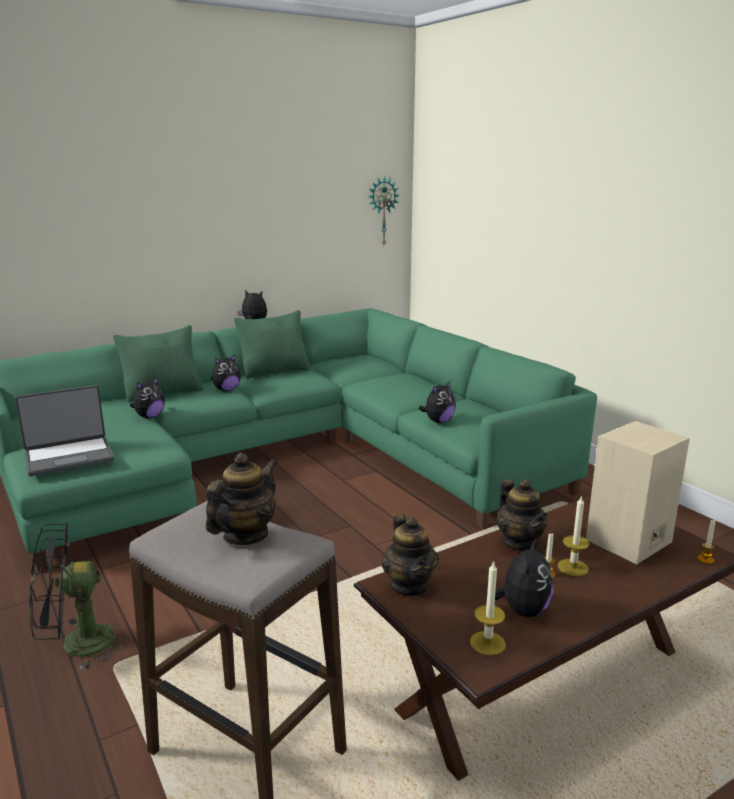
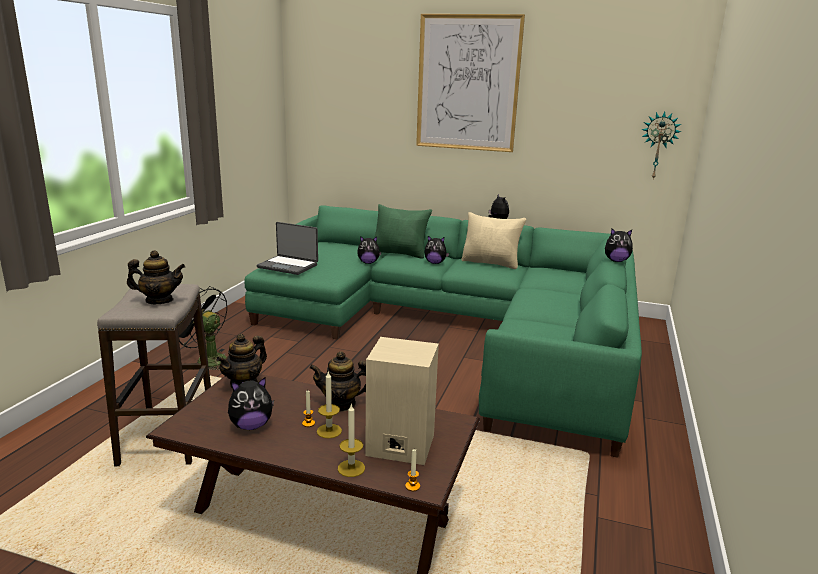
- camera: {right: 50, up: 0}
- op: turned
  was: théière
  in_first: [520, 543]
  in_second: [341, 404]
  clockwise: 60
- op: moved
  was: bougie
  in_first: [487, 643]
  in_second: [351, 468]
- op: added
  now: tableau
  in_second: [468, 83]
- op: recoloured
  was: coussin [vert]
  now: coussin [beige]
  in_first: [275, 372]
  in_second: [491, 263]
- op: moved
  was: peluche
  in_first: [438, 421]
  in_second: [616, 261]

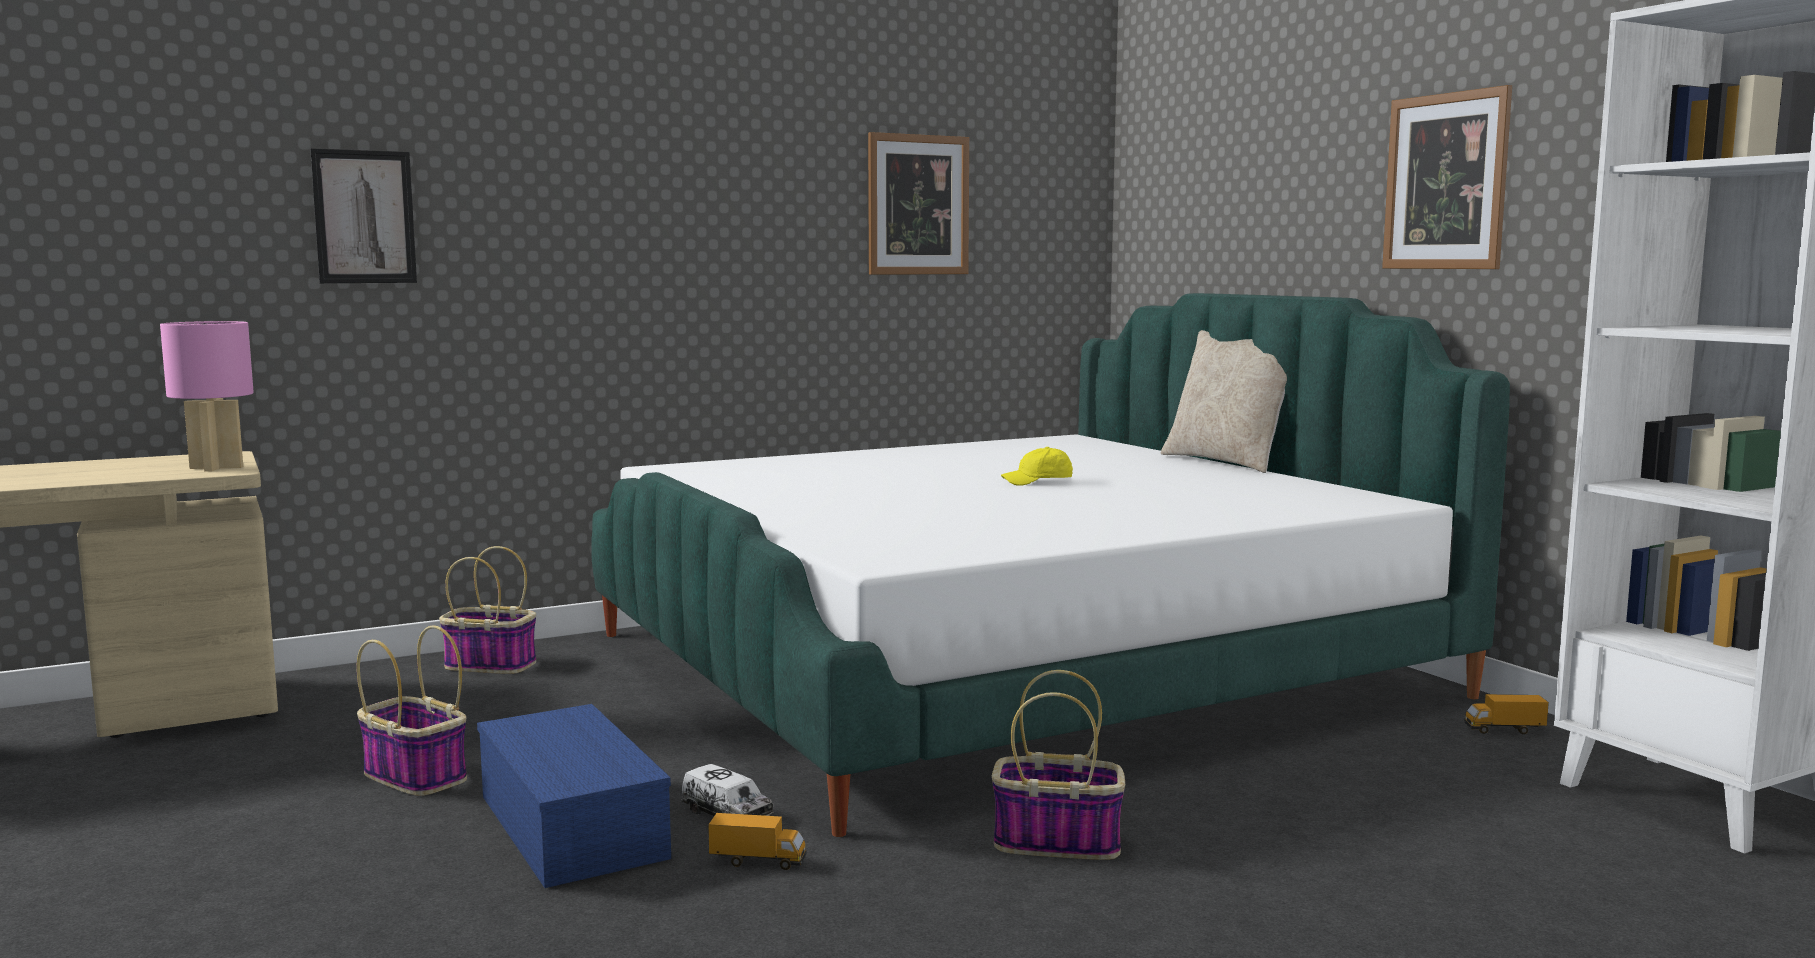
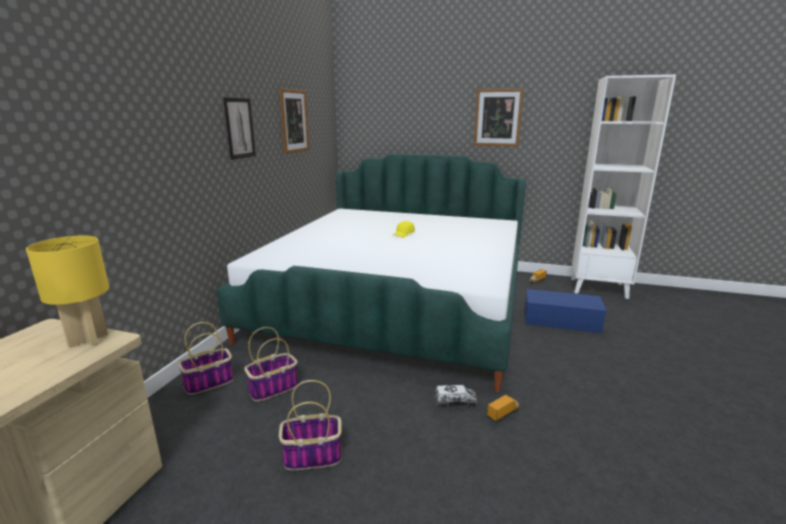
- camera: {right: -45, up: 10}
- op: recoloured
  was: lampe de table [rose]
  now: lampe de table [jaune]
  in_first: [215, 468]
  in_second: [87, 340]
- op: moved
  was: tableau
  in_first: [364, 217]
  in_second: [239, 128]
- op: moved
  was: panier
  in_first: [1059, 842]
  in_second: [274, 388]
- op: moved
  was: boîte de rangement [bleu]
  in_first: [575, 827]
  in_second: [562, 320]
- op: removed
  was: coussin [beige]
  in_first: [1228, 462]

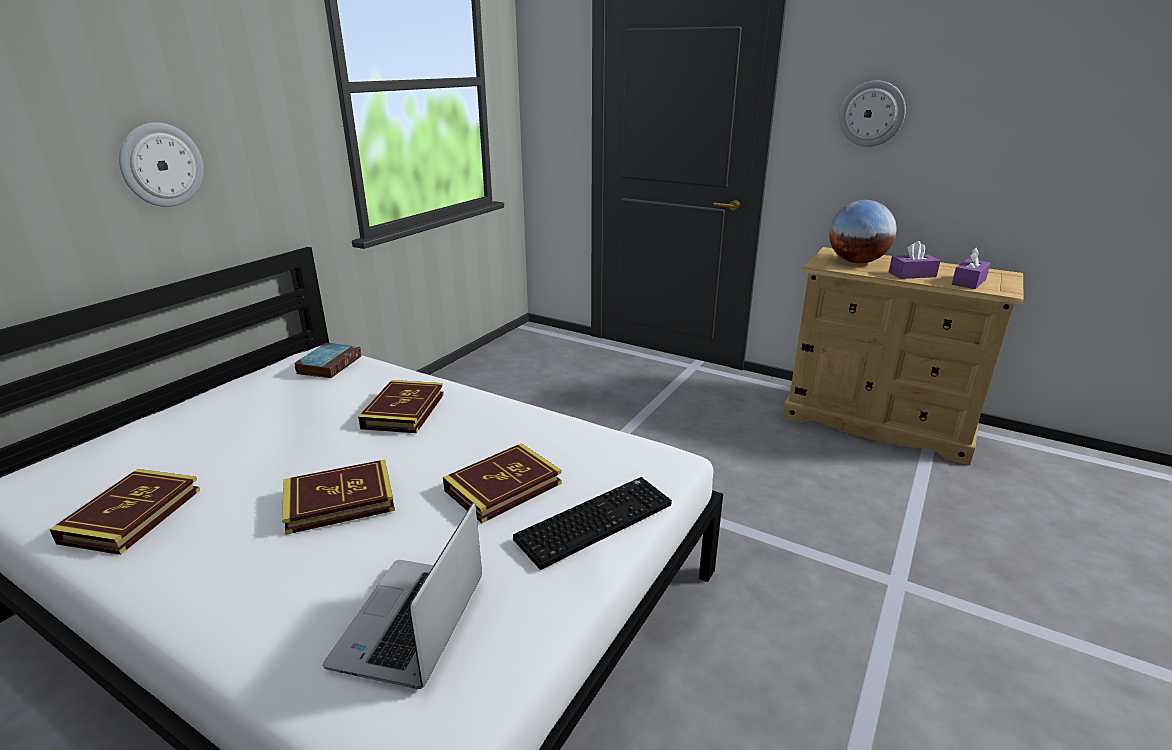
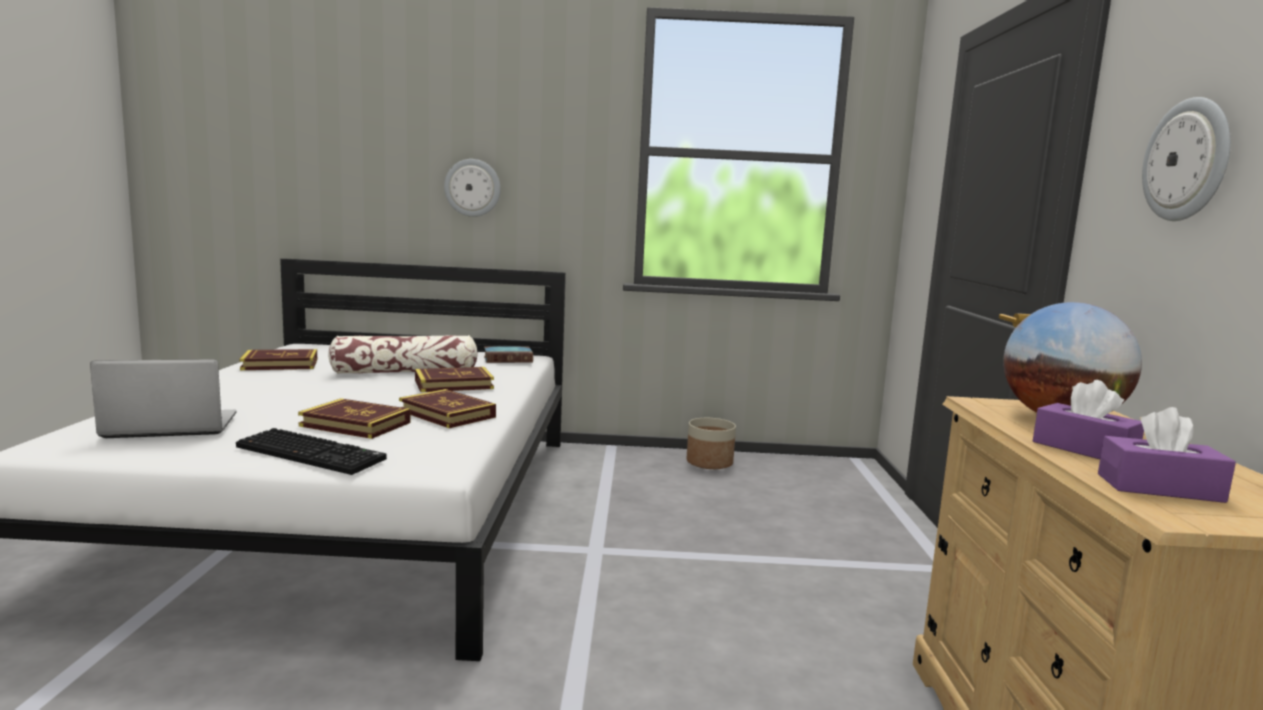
- camera: {right: 60, up: -15}
- op: added
  now: coussin
  in_second: [405, 372]
- op: moved
  was: livre
  in_first: [339, 501]
  in_second: [447, 414]
- op: added
  now: cache-pot
  in_second: [710, 462]

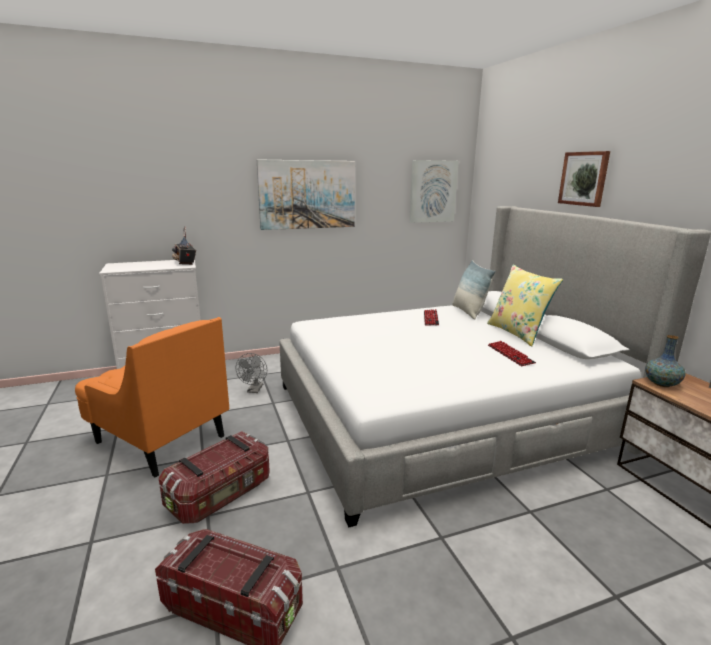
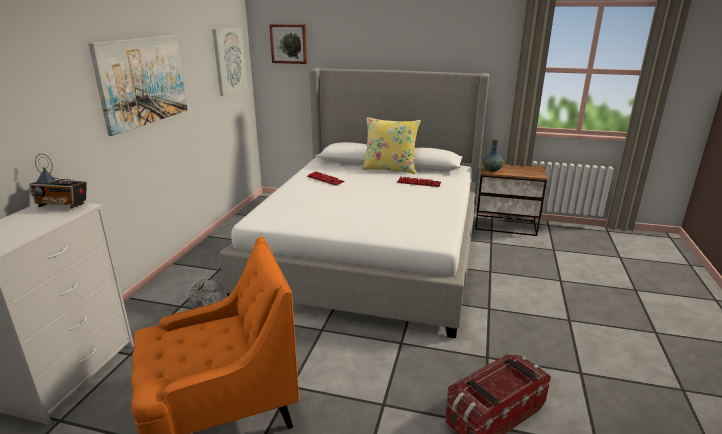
- camera: {right: -55, up: 5}
- op: moved
  was: tableau
  in_first: [584, 178]
  in_second: [289, 44]
- op: removed
  was: boîte de rangement
  in_first: [221, 495]
- op: removed
  was: coussin
  in_first: [469, 312]

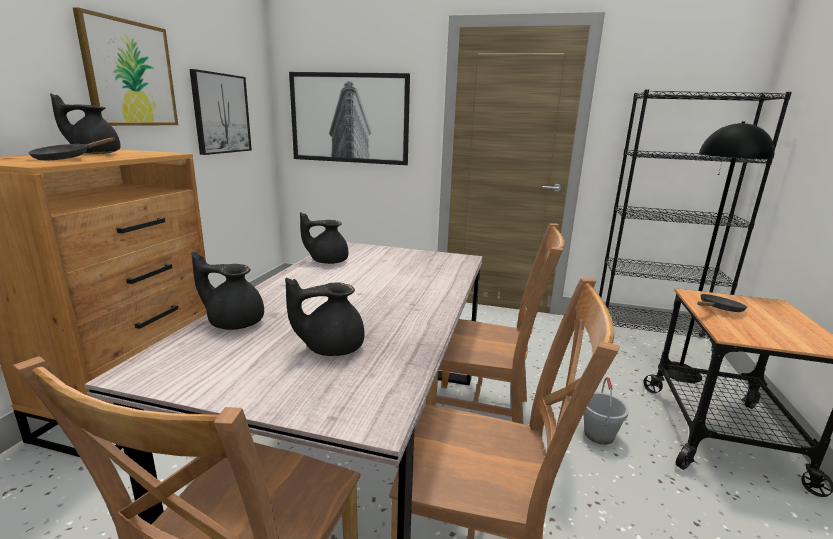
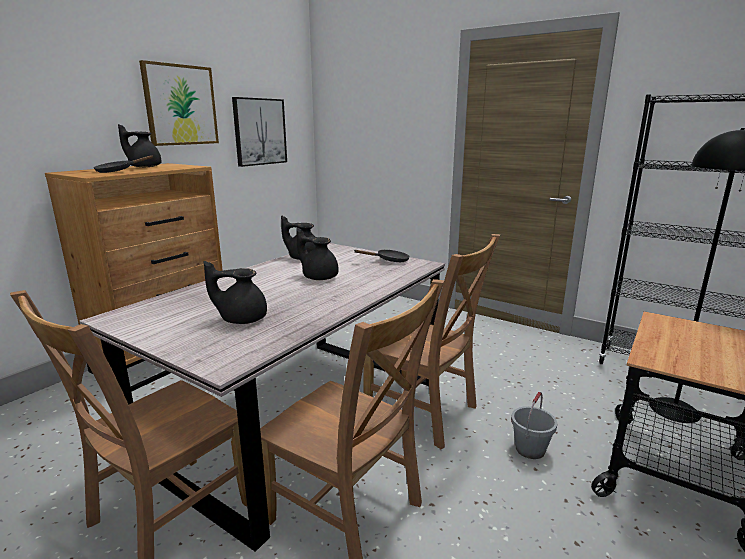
- camera: {right: 20, up: 0}
- op: moved
  was: théière [noir]
  in_first: [234, 322]
  in_second: [319, 277]
- op: moved
  was: poêle [noir]
  in_first: [718, 309]
  in_second: [389, 260]
- op: removed
  was: tableau
  in_first: [349, 118]

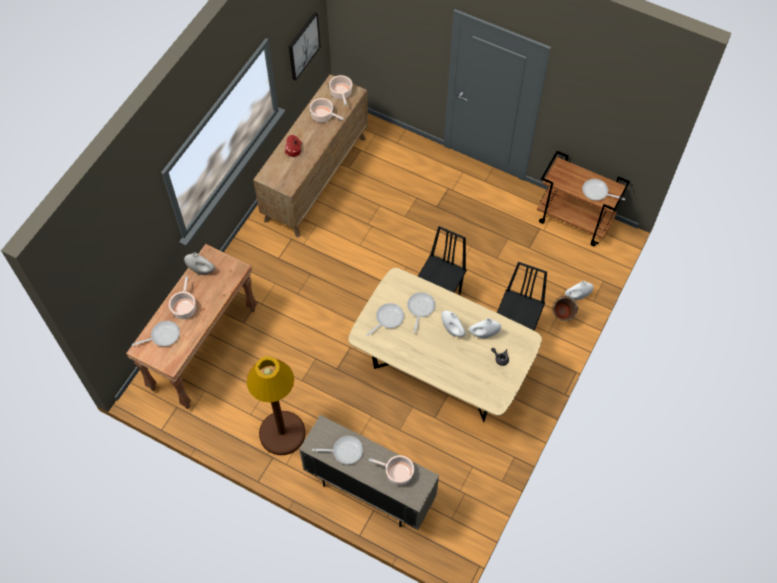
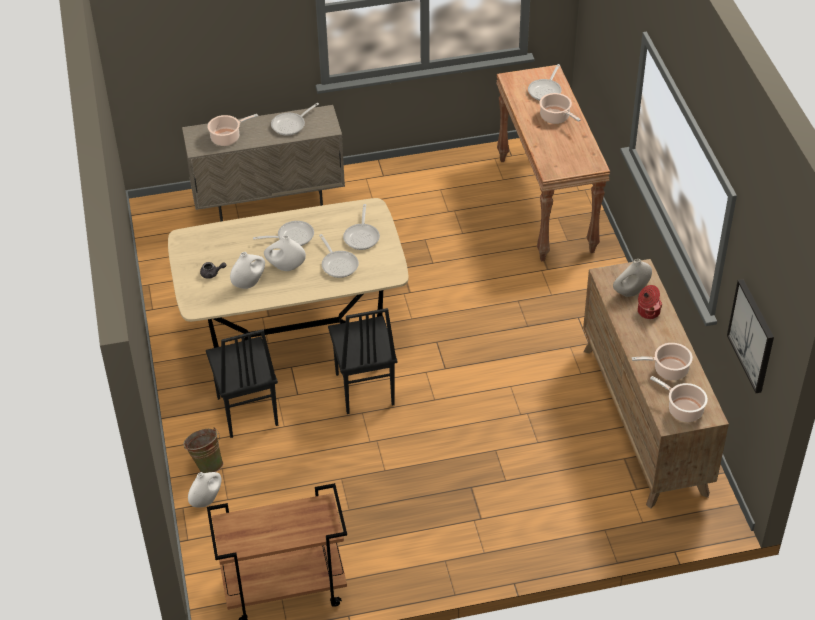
- camera: {right: 140, up: -15}
- op: moved
  was: poêle
  in_first: [597, 192]
  in_second: [292, 236]
- op: moved
  was: vase [blanc]
  in_first: [201, 270]
  in_second: [630, 292]
- op: removed
  was: lampadaire [marron]
  in_first: [282, 433]

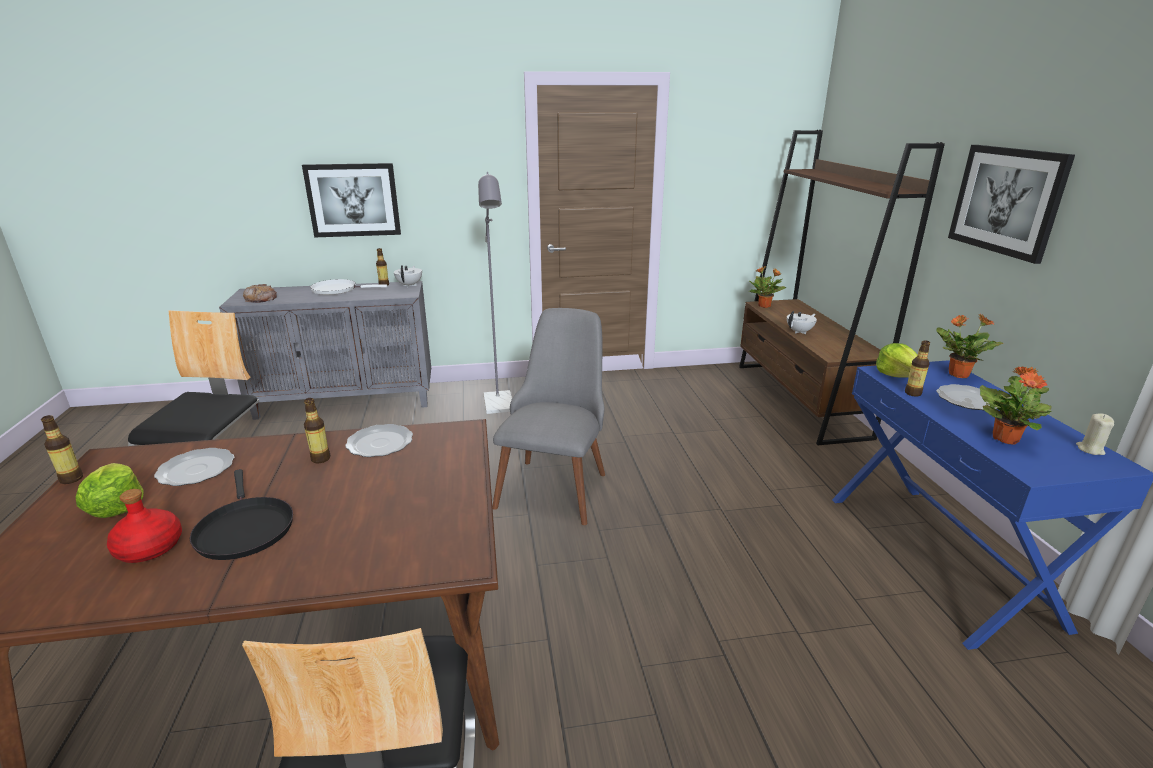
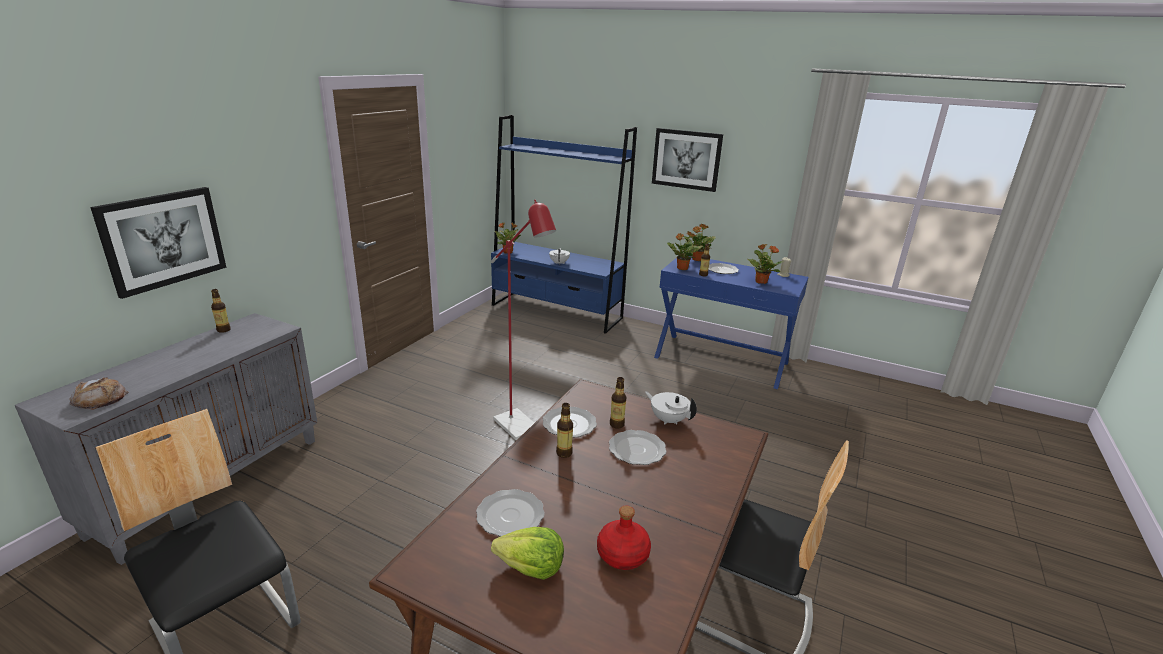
- camera: {right: -55, up: 0}
- op: recoloured
  was: bibliothèque [marron]
  now: bibliothèque [bleu]
  in_first: [799, 399]
  in_second: [556, 311]
- op: replaced
  was: chaise [gris]
  now: lampadaire [rouge]
  in_first: [556, 482]
  in_second: [521, 429]
- op: added
  now: assiette
  in_second: [637, 450]
- op: moved
  was: bouteille
  in_first: [71, 479]
  in_second: [617, 424]
- op: moved
  was: théière [blanc]
  in_first: [410, 285]
  in_second: [668, 420]
- op: replaced
  was: laitue
  now: plante en pot
  in_first: [897, 375]
  in_second: [682, 268]
- op: removed
  was: poêle [noir]
  in_first: [244, 529]
- op: removed
  was: poêle [blanc]
  in_first: [337, 290]
- op: removed
  was: lampadaire [gris]
  in_first: [499, 407]

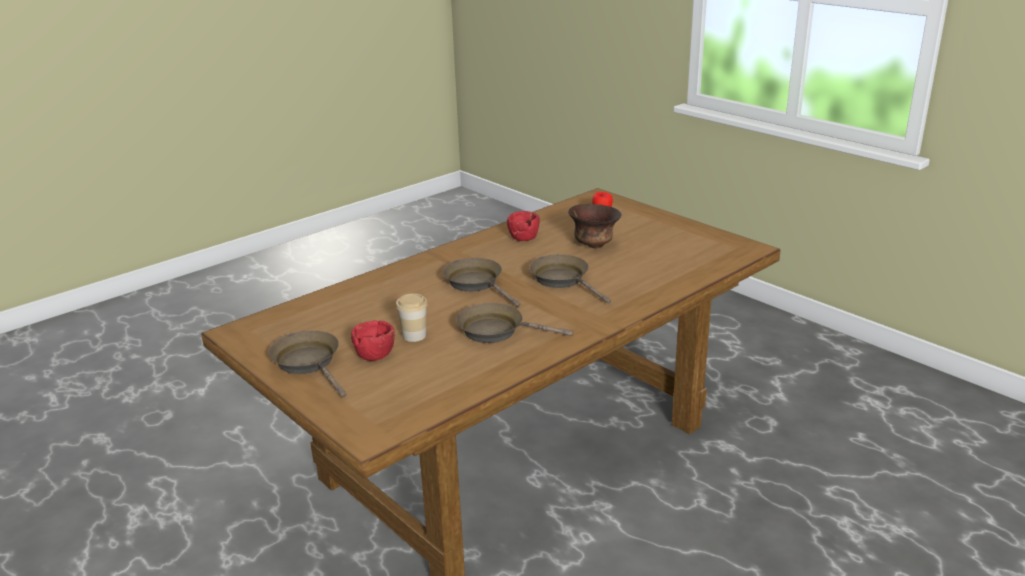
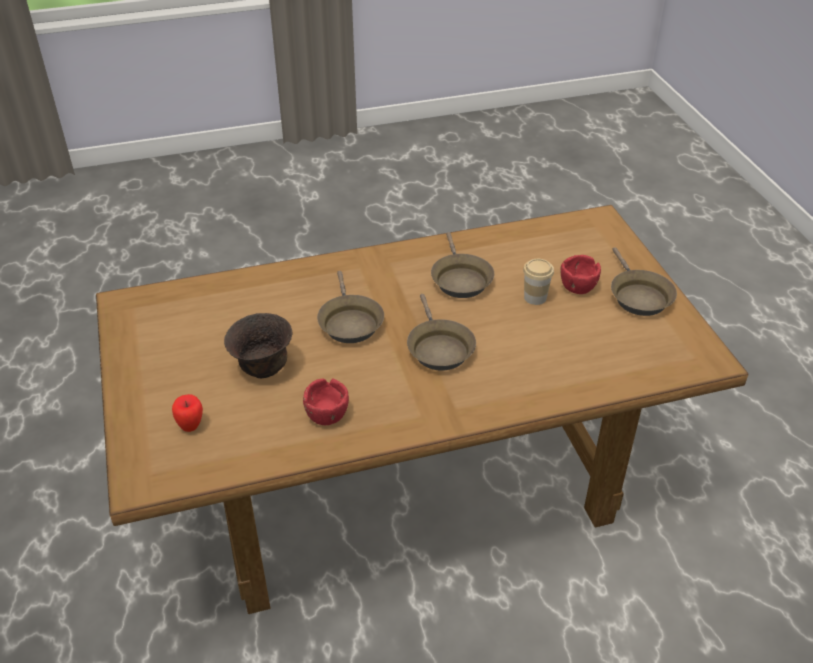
- camera: {right: -155, up: 15}
- op: turned
  was: poêle [marron]
  in_first: [496, 331]
  in_second: [460, 279]
  clockwise: 45

